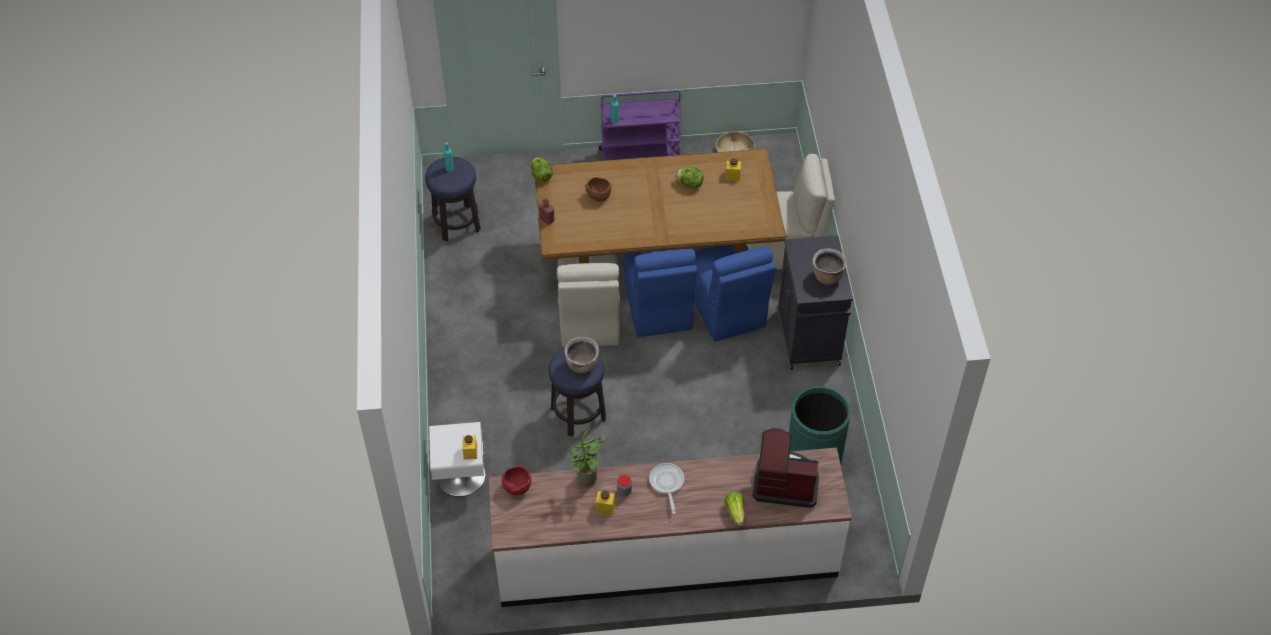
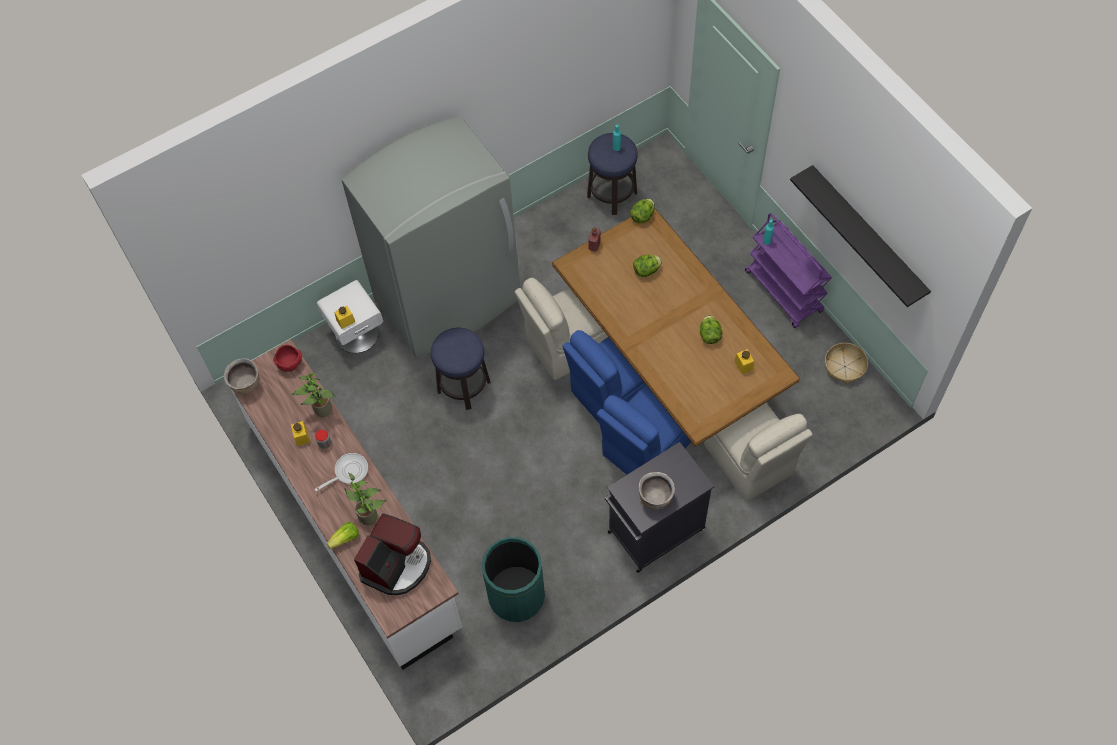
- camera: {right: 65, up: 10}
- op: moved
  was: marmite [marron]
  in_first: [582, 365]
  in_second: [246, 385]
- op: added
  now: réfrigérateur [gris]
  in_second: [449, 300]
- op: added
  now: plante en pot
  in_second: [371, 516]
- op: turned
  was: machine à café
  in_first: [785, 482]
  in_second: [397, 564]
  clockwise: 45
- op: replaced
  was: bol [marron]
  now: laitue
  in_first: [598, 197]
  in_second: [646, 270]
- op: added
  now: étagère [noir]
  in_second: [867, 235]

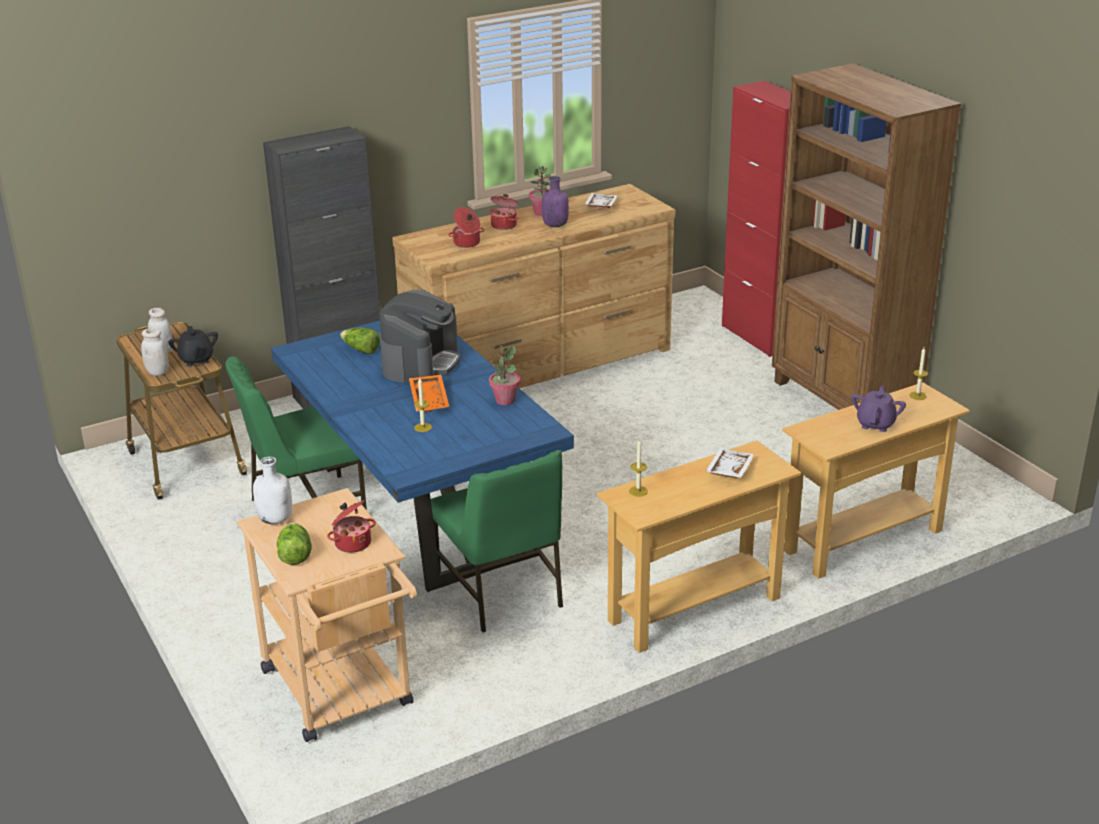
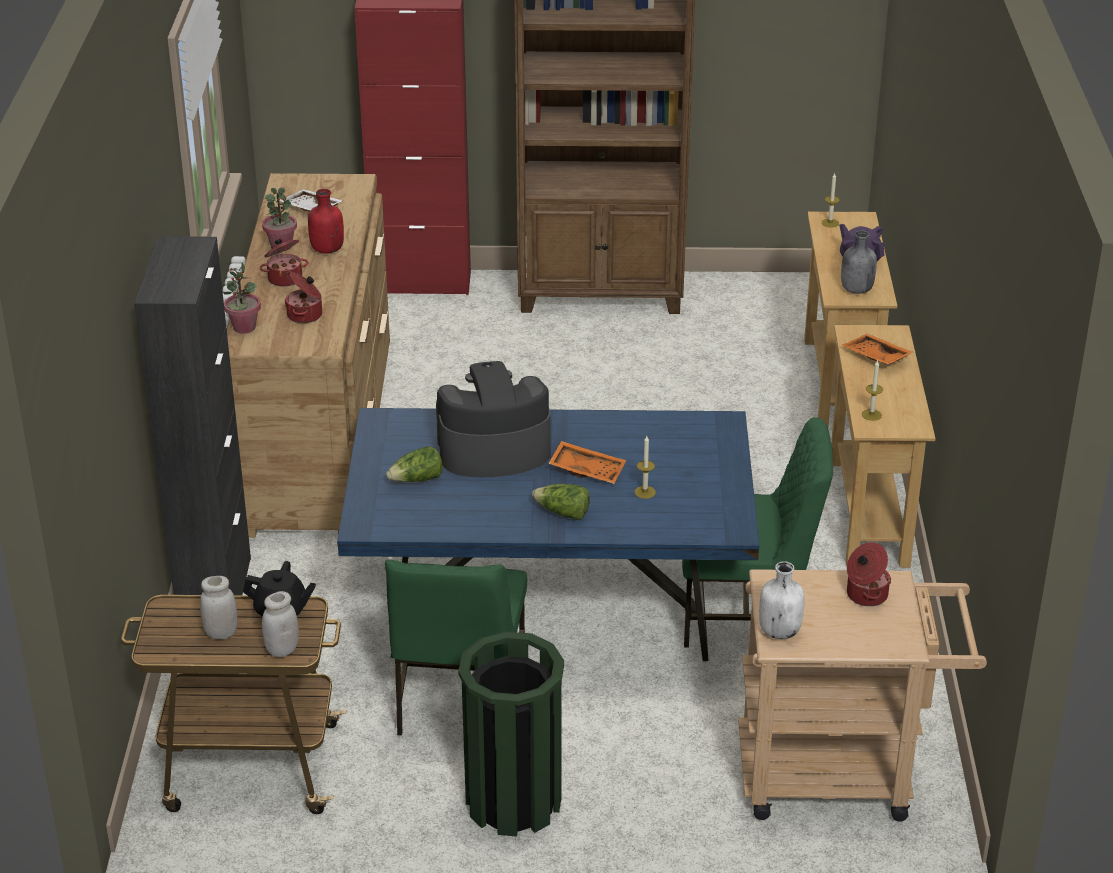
- camera: {right: -60, up: 5}
- op: moved
  was: plante en pot
  in_first: [505, 400]
  in_second: [244, 328]
- op: recoloured
  was: bouteille [violet]
  now: bouteille [rouge]
  in_first: [555, 225]
  in_second: [326, 250]
- op: turned
  was: machine à café
  in_first: [421, 362]
  in_second: [493, 450]
  clockwise: -60
- op: added
  now: poubelle [vert]
  in_second: [513, 801]
- op: moved
  was: laitue
  in_first: [294, 554]
  in_second: [563, 513]
- op: added
  now: bouteille [gris]
  in_second: [855, 290]
- op: recoloured
  was: plateau [blanc]
  now: plateau [orange]
  in_first: [728, 470]
  in_second: [875, 357]

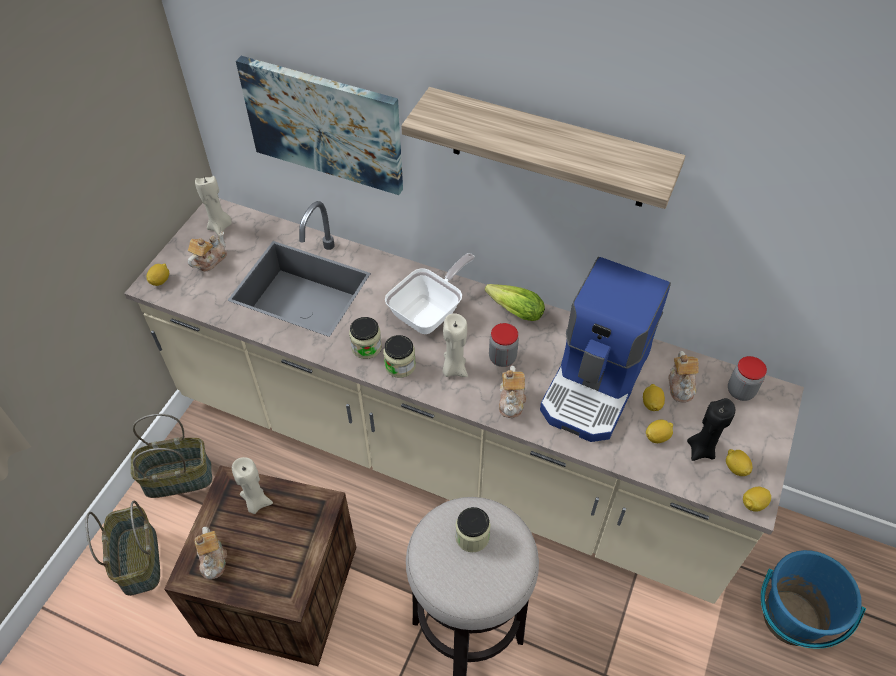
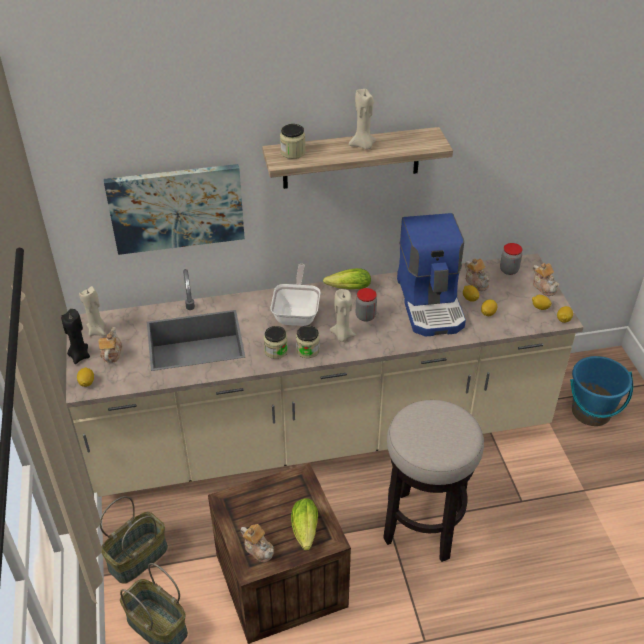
- camera: {right: -35, up: -10}
- op: moved
  was: bougie [noir]
  in_first: [701, 449]
  in_second: [79, 356]
- op: moved
  was: bocal
  in_first: [472, 536]
  in_second: [293, 152]
- op: added
  now: laitue
  in_second: [305, 533]
- op: moved
  was: bougie [beige]
  in_first: [256, 502]
  in_second: [363, 145]
- op: moved
  was: théière
  in_first: [511, 400]
  in_second: [544, 287]

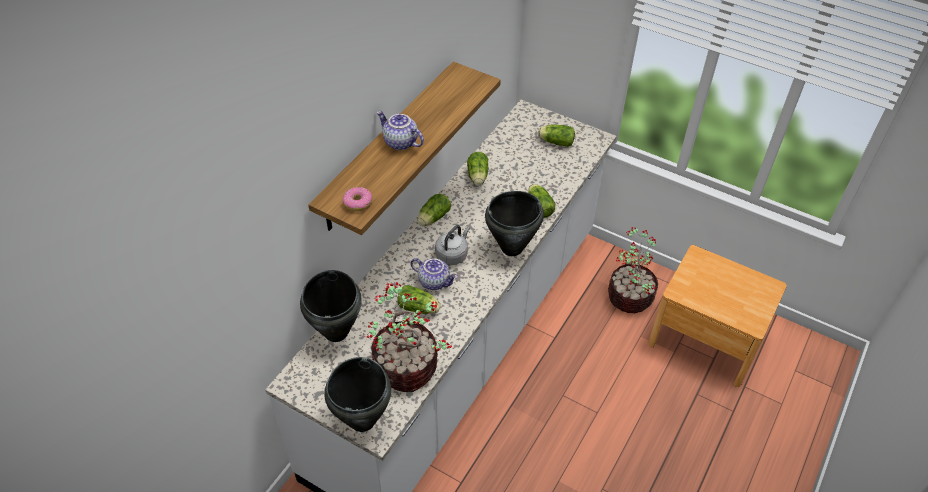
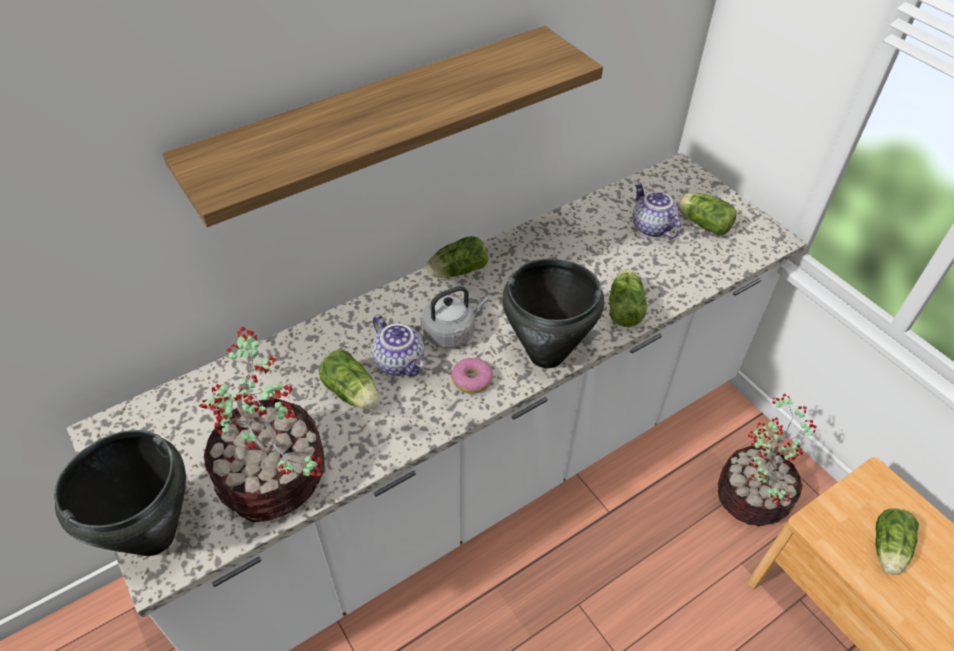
- camera: {right: 25, up: 0}
- op: moved
  was: beignet
  in_first: [358, 203]
  in_second: [472, 380]
- op: moved
  was: théière
  in_first: [400, 143]
  in_second: [650, 227]
- op: moved
  was: laitue
  in_first: [477, 177]
  in_second: [887, 550]
- op: removed
  was: marmite [noir]
  in_first: [337, 332]

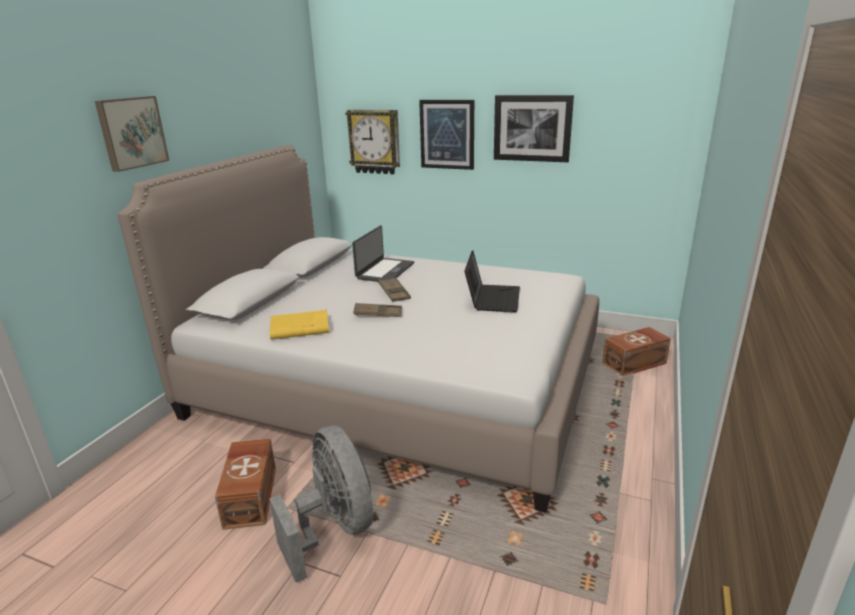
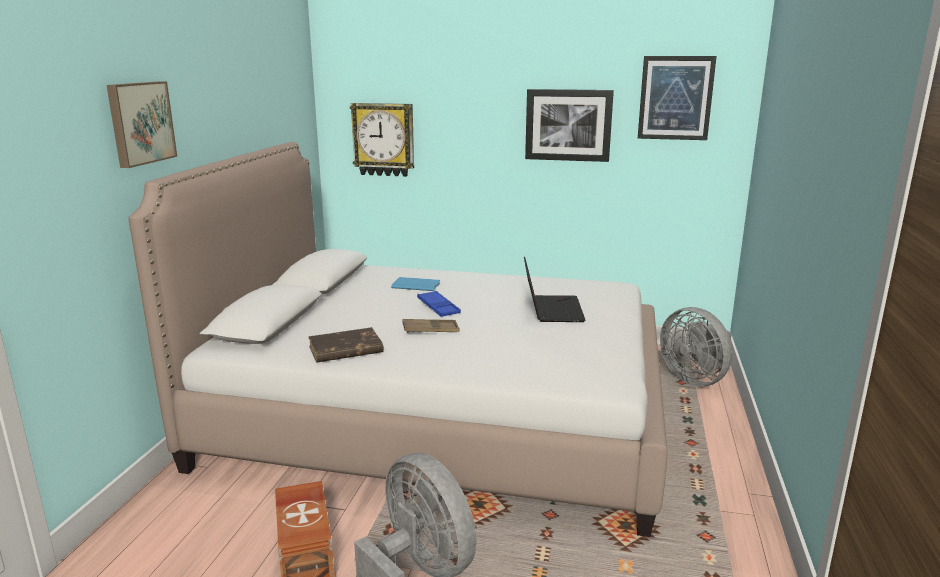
- camera: {right: -10, up: -5}
- op: recoloured
  was: livre [jaune]
  now: livre [marron]
  in_first: [299, 328]
  in_second: [345, 349]
- op: replaced
  was: ordinateur portable
  now: livre [bleu]
  in_first: [384, 271]
  in_second: [415, 285]
- op: recoloured
  was: plateau [marron]
  now: plateau [bleu]
  in_first: [394, 293]
  in_second: [438, 307]
- op: moved
  was: tableau
  in_first: [447, 134]
  in_second: [675, 98]
- op: replaced
  was: boîte de rangement [marron]
  now: ventilateur [gris]
  in_first: [635, 363]
  in_second: [695, 379]

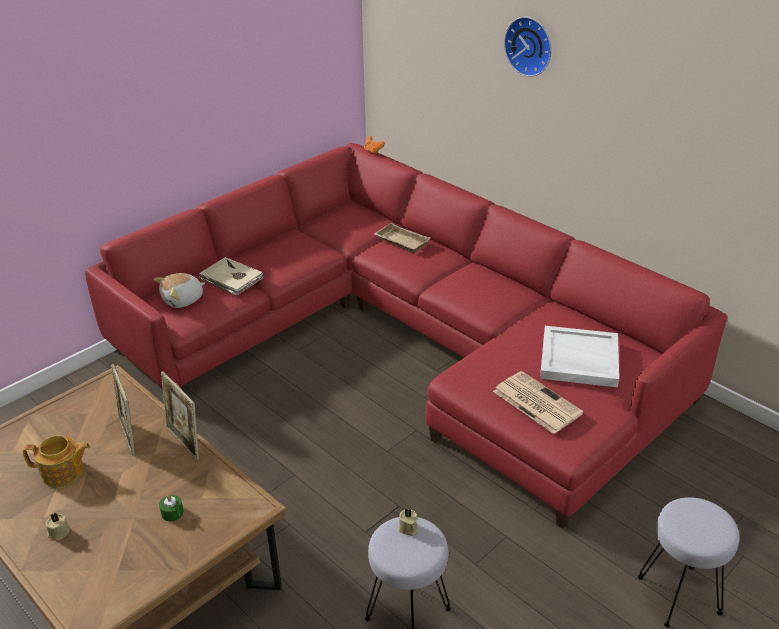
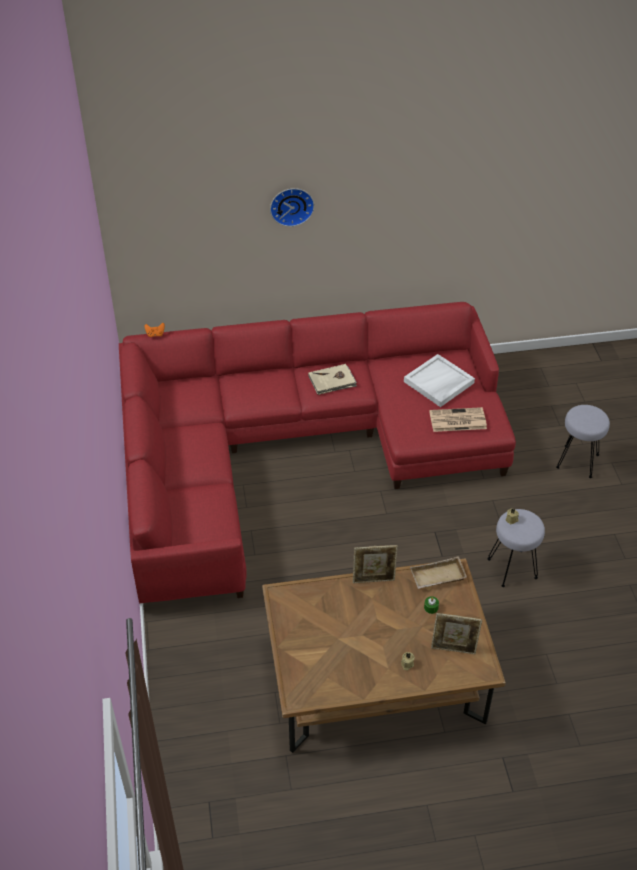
- camera: {right: -55, up: 10}
- op: moved
  was: livre [beige]
  in_first: [231, 279]
  in_second: [332, 381]
- op: moved
  was: plateau [beige]
  in_first: [400, 242]
  in_second: [437, 577]
- op: moved
  was: cadre photo
  in_first: [129, 436]
  in_second: [453, 649]
- op: removed
  was: théière
  in_first: [63, 472]
- op: removed
  was: peluche
  in_first: [183, 300]

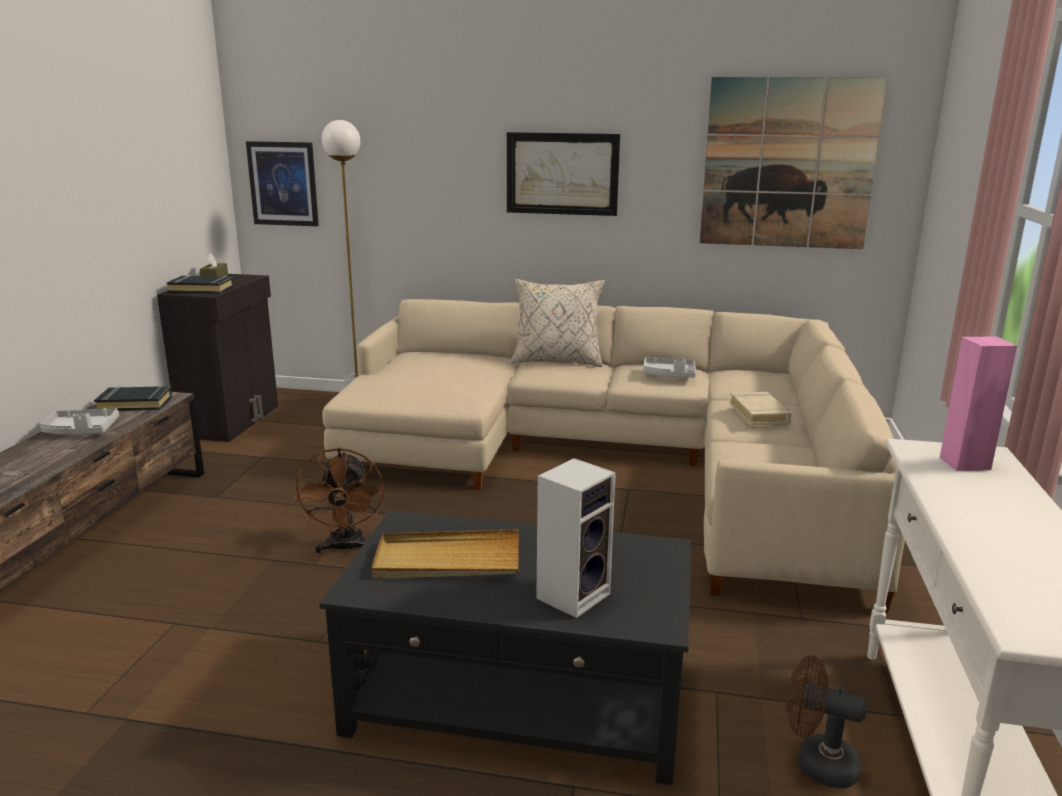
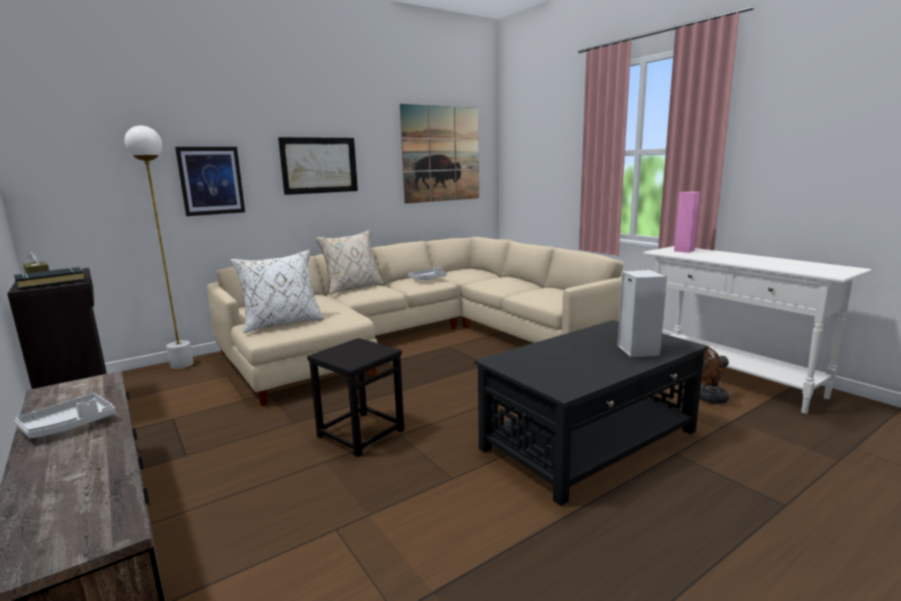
- camera: {right: -45, up: -5}
- op: moved
  was: tableau
  in_first: [283, 183]
  in_second: [211, 181]
- op: added
  now: coussin [blanc]
  in_second: [282, 323]
- op: replaced
  was: ventilateur [marron]
  now: tabouret [noir]
  in_first: [346, 548]
  in_second: [360, 433]
- op: removed
  was: livre [noir]
  in_first: [135, 403]
- op: removed
  was: plateau [beige]
  in_first: [447, 560]
- op: removed
  was: livre [beige]
  in_first: [759, 413]

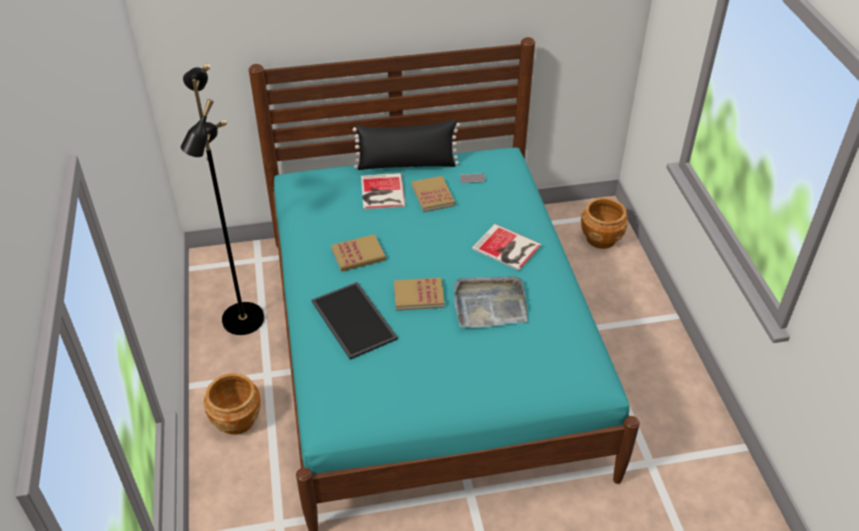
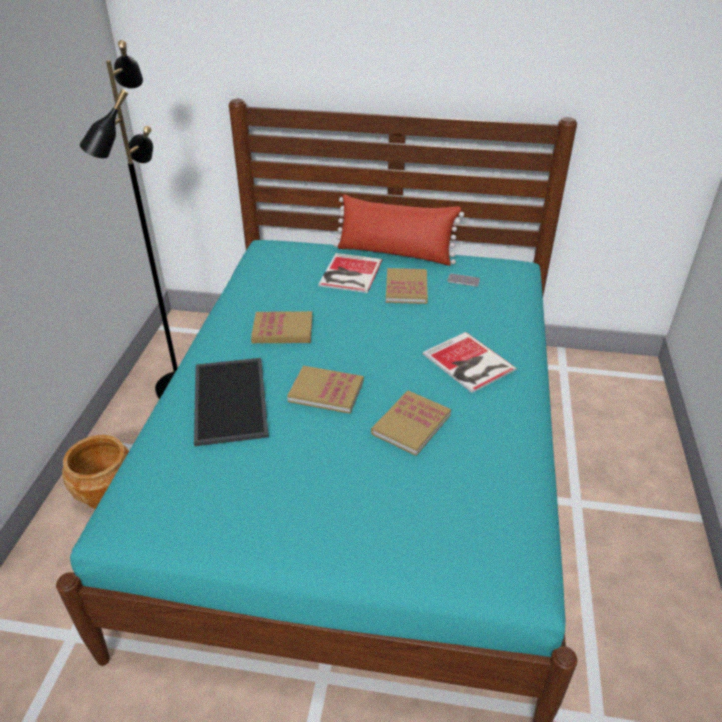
- camera: {right: 20, up: -5}
- op: recoloured
  was: coussin [noir]
  now: coussin [rouge]
  in_first: [407, 164]
  in_second: [395, 253]
- op: replaced
  was: plateau [gris]
  now: livre
  in_first: [489, 304]
  in_second: [411, 424]
- op: removed
  was: cache-pot [marron]
  in_first: [601, 238]

